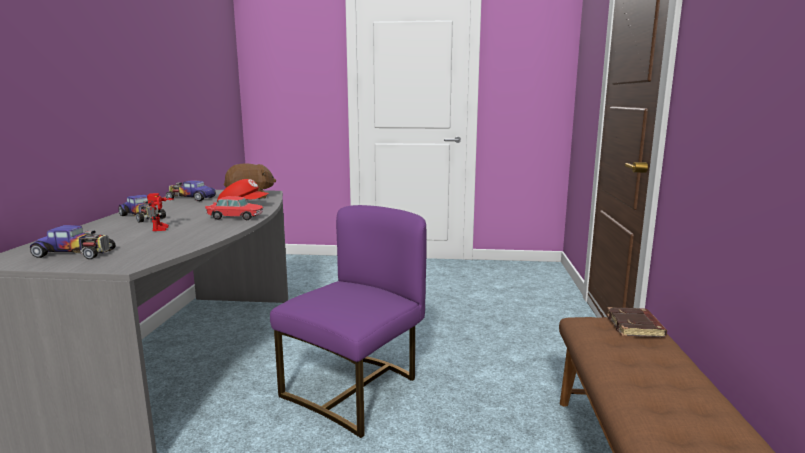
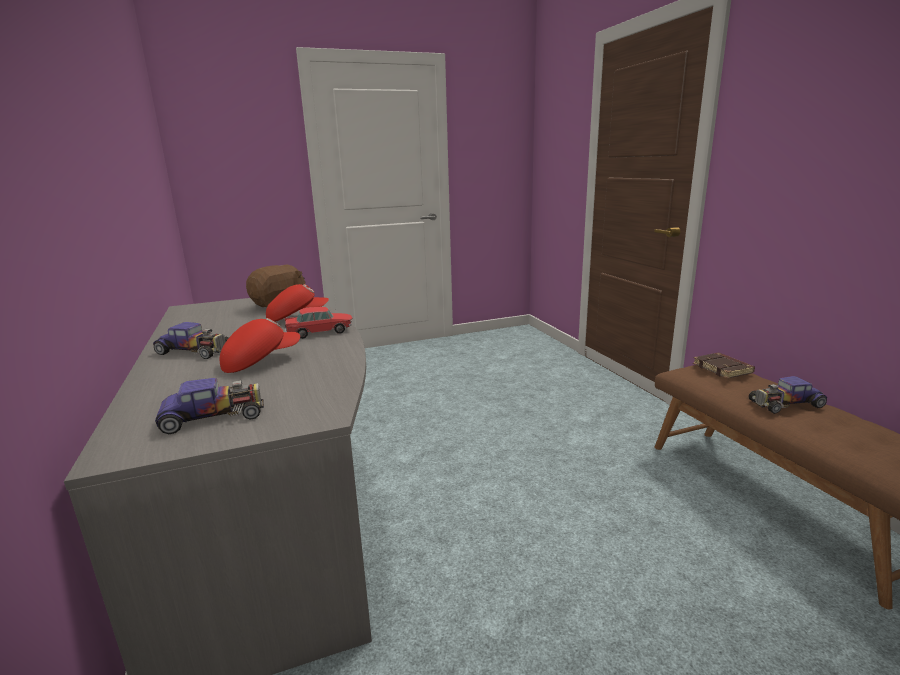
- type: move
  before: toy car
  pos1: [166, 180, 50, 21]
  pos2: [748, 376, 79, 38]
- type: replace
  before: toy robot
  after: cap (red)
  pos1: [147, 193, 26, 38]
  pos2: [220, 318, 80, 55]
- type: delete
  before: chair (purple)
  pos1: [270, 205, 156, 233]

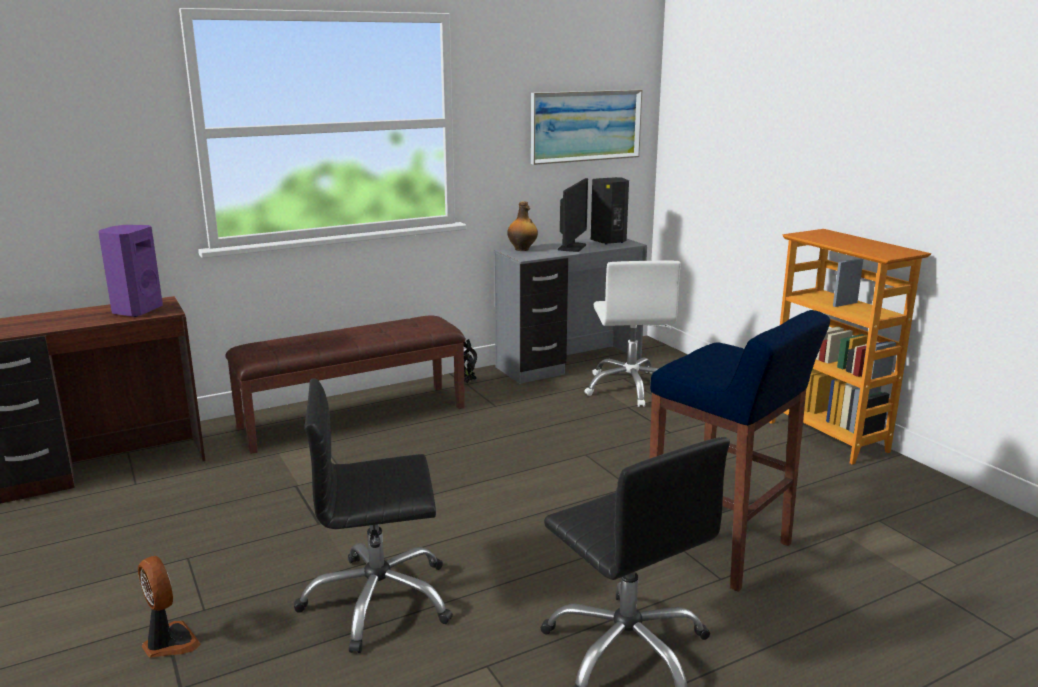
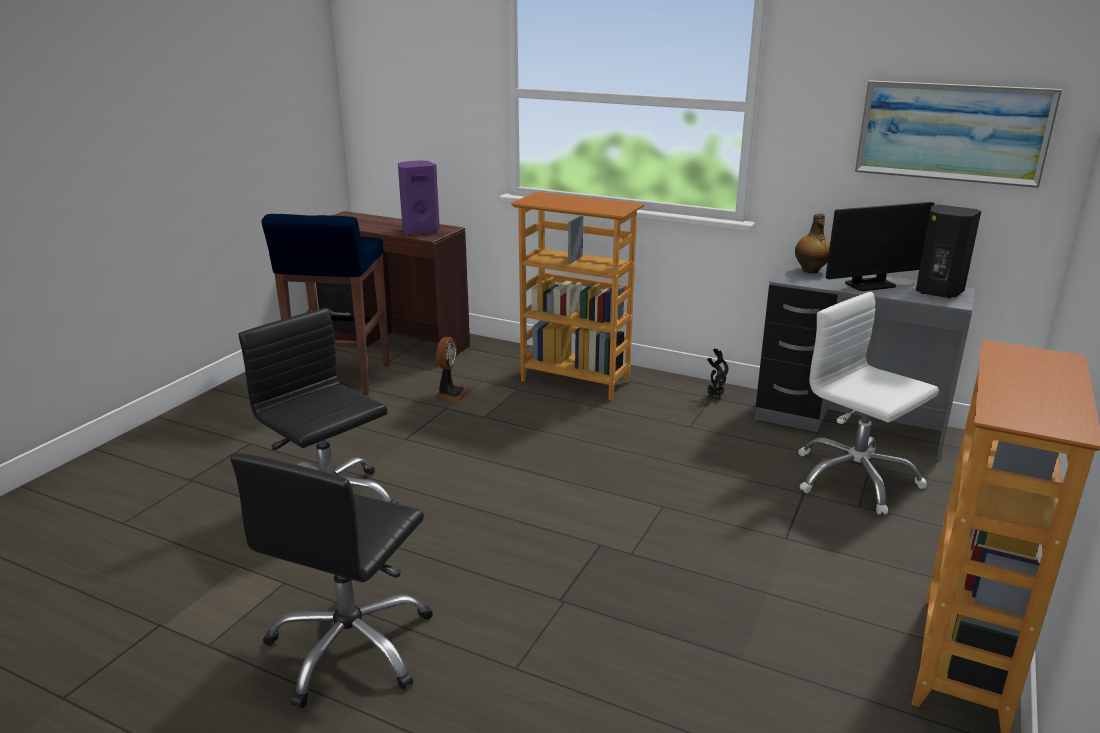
- type: rotate
  before: office chair (white)
  pos1: [585, 261, 96, 146]
  pos2: [798, 292, 141, 222]
  turn: 90
- type: move
  before: stool (blue)
  pos1: [649, 310, 181, 282]
  pos2: [261, 214, 129, 181]
- type: replace
  before: bench (brown)
  after: bookcase
  pos1: [225, 315, 240, 139]
  pos2: [511, 192, 134, 209]
- type: move
  before: fan
  pos1: [138, 556, 63, 102]
  pos2: [435, 337, 34, 65]

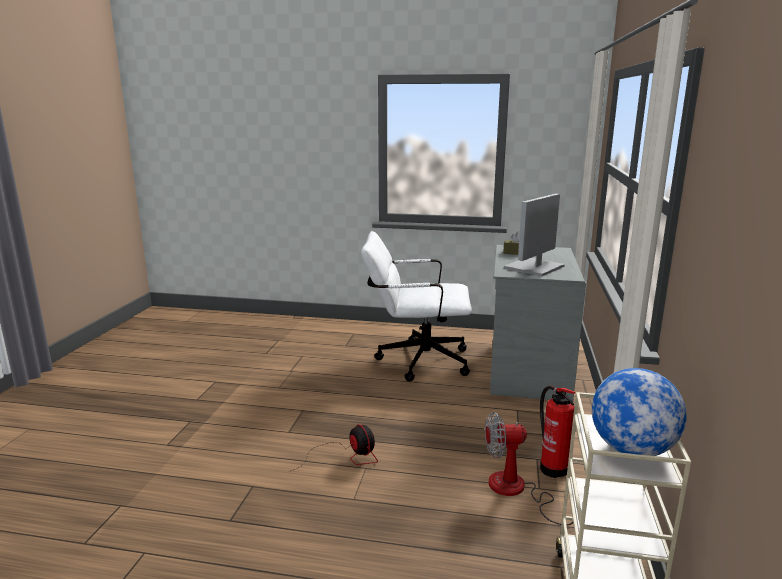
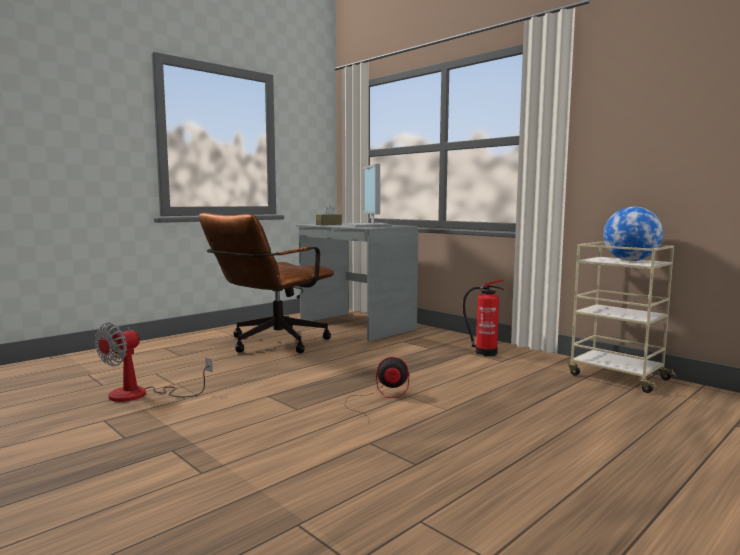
- type: recolor
  before: office chair (white)
  after: office chair (brown)
  pos1: [361, 231, 111, 151]
  pos2: [199, 213, 135, 140]
- type: move
  before: fan
  pos1: [485, 412, 88, 114]
  pos2: [95, 322, 117, 80]

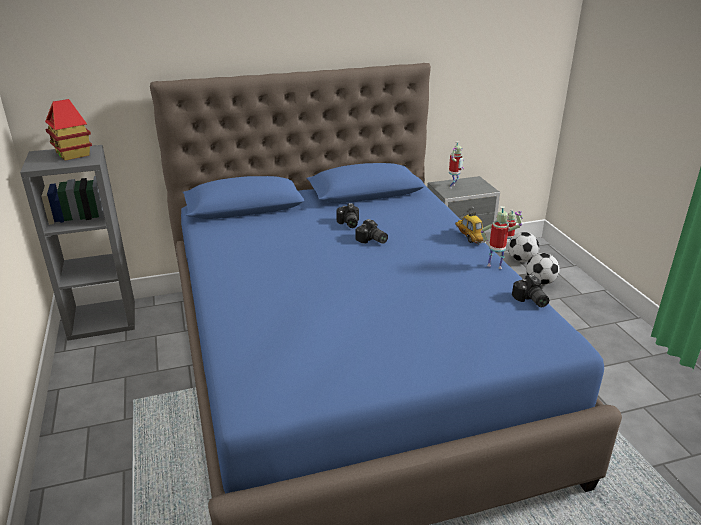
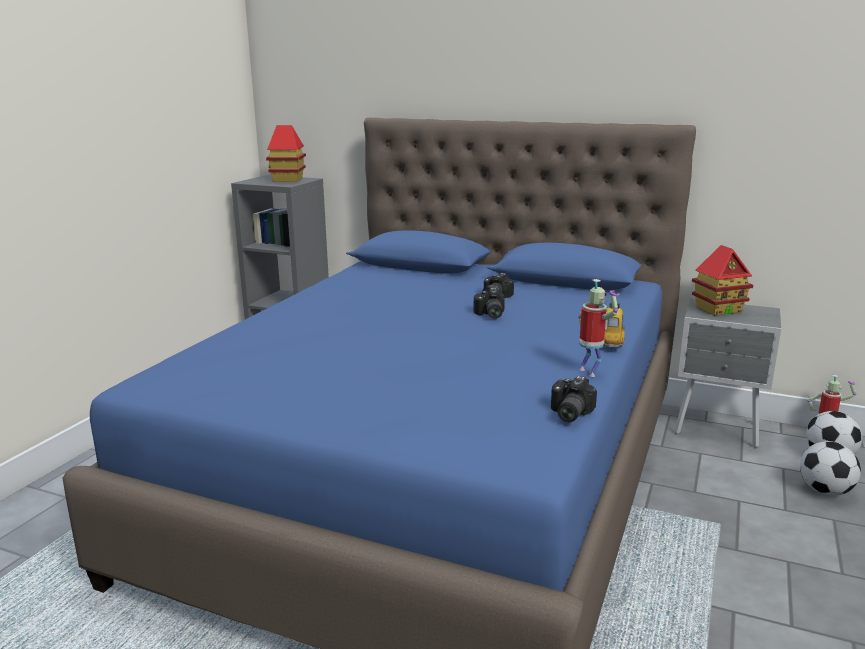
- type: replace
  before: toy robot
  after: toy house
  pos1: [449, 141, 15, 47]
  pos2: [692, 245, 61, 70]

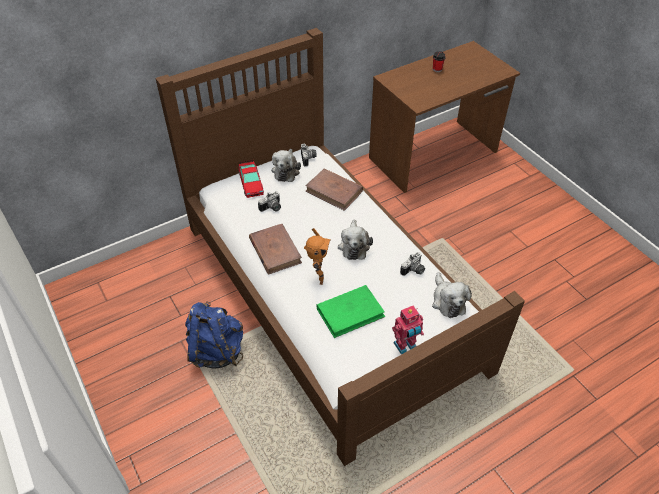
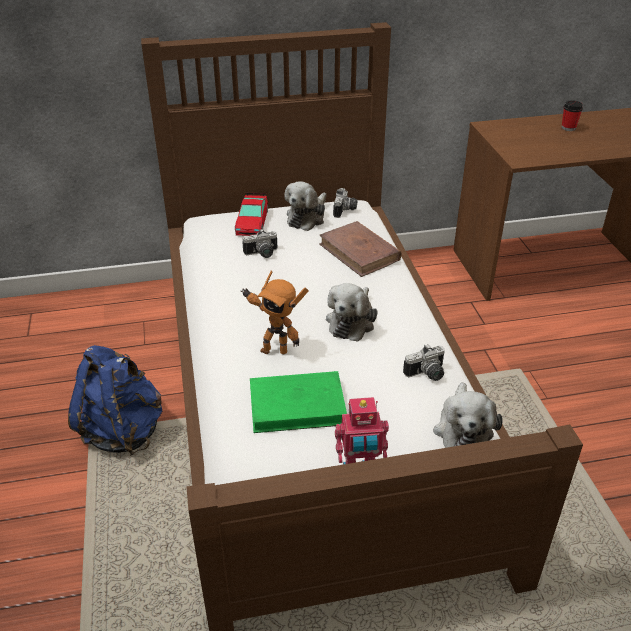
- type: delete
  before: book (brown)
  pos1: [249, 224, 53, 51]
- type: rotate
  before: toy robot
  pos1: [304, 228, 27, 57]
  pos2: [240, 270, 69, 85]
  turn: 90

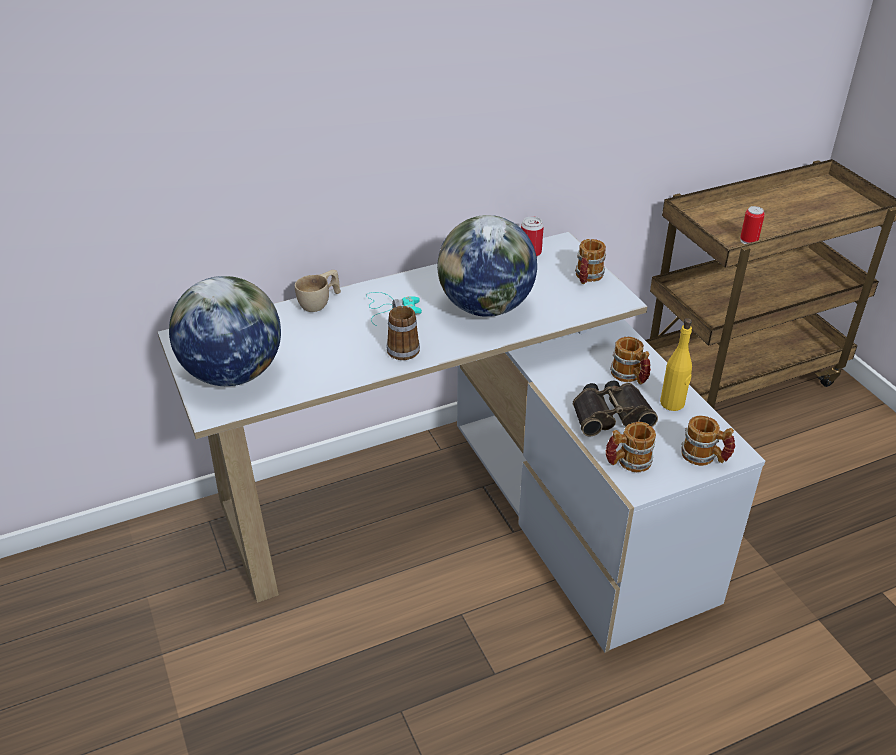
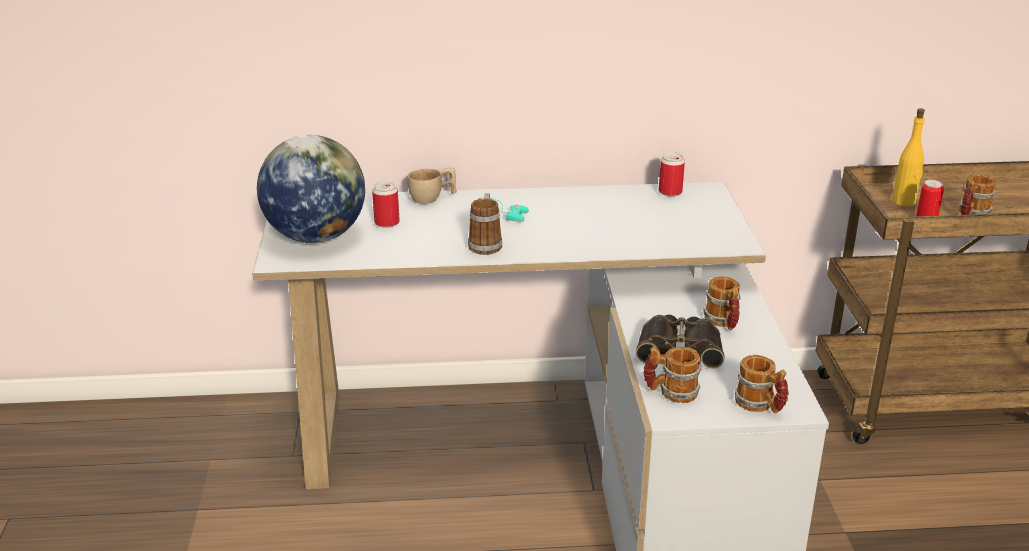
- type: delete
  before: globe
  pos1: [437, 215, 100, 102]
- type: move
  before: mug
  pos1: [575, 239, 31, 45]
  pos2: [958, 174, 38, 41]
- type: move
  before: bottle (yellow)
  pos1: [660, 318, 32, 93]
  pos2: [892, 108, 33, 98]
- type: insert
  after: can
  pos2: [372, 181, 28, 47]

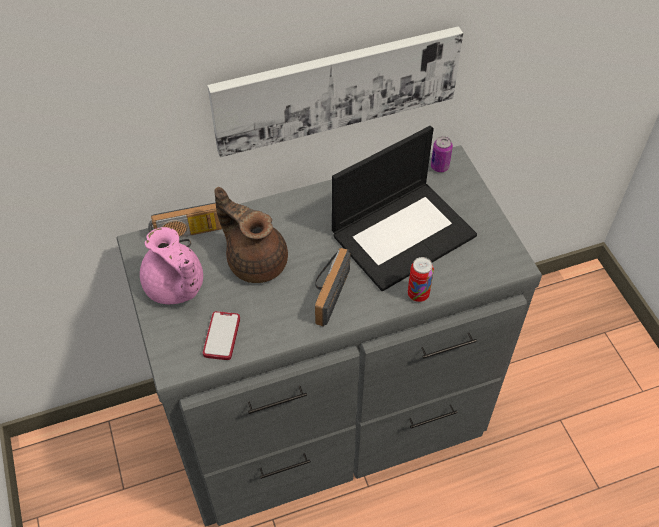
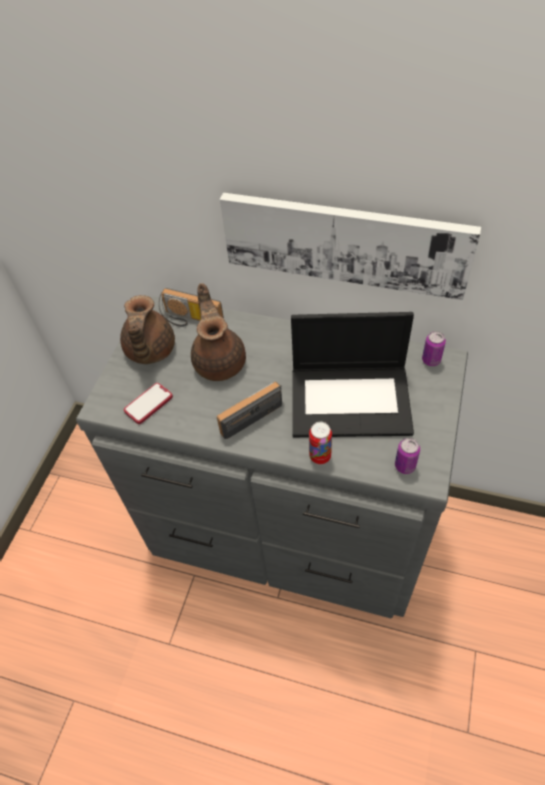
- type: recolor
  before: teapot (pink)
  after: teapot (brown)
  pos1: [140, 227, 63, 77]
  pos2: [120, 295, 55, 69]
- type: insert
  after: can
  pos2: [395, 438, 25, 36]

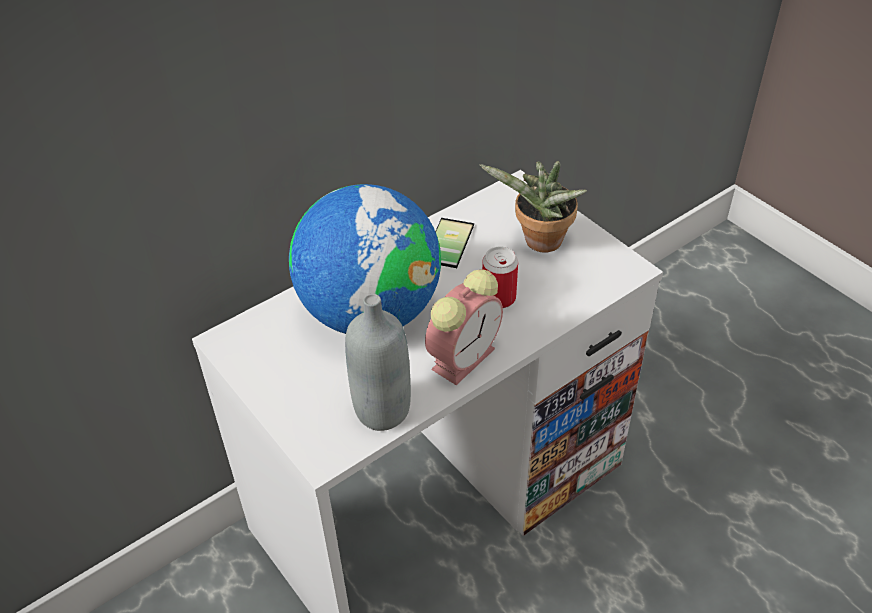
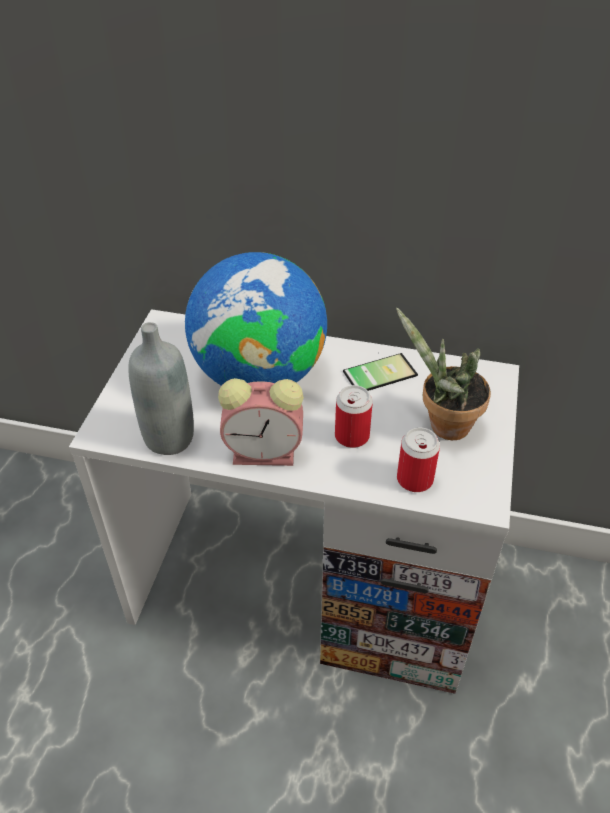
- type: insert
  after: can
  pos2: [397, 427, 43, 65]

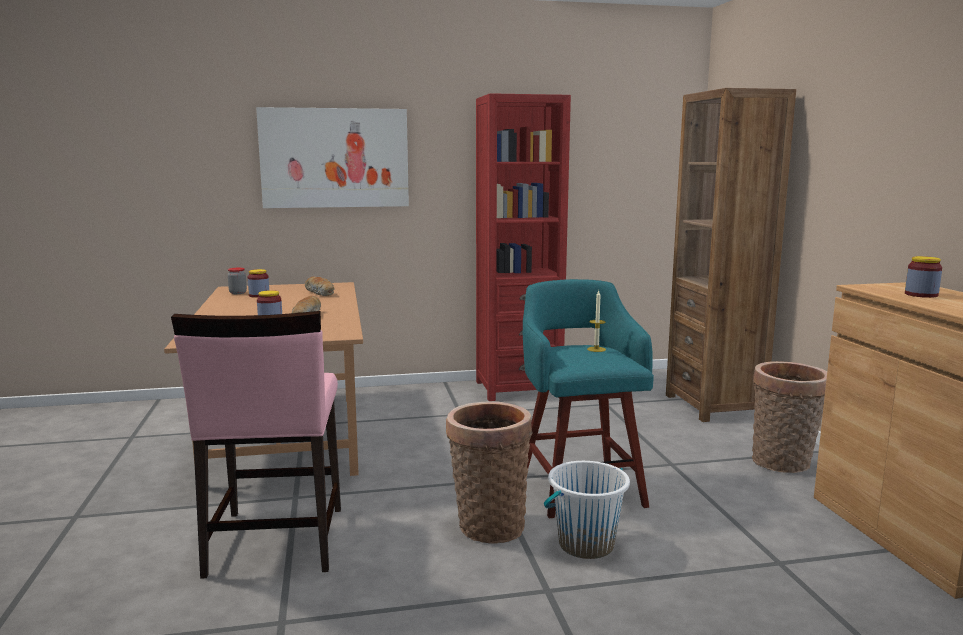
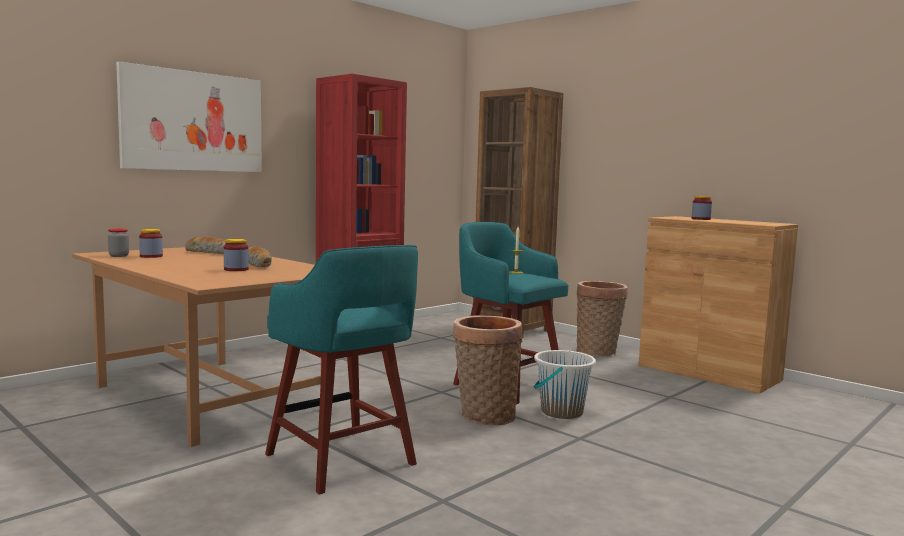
- type: replace
  before: chair (pink)
  after: stool (turquoise)
  pos1: [171, 311, 170, 268]
  pos2: [265, 245, 153, 250]

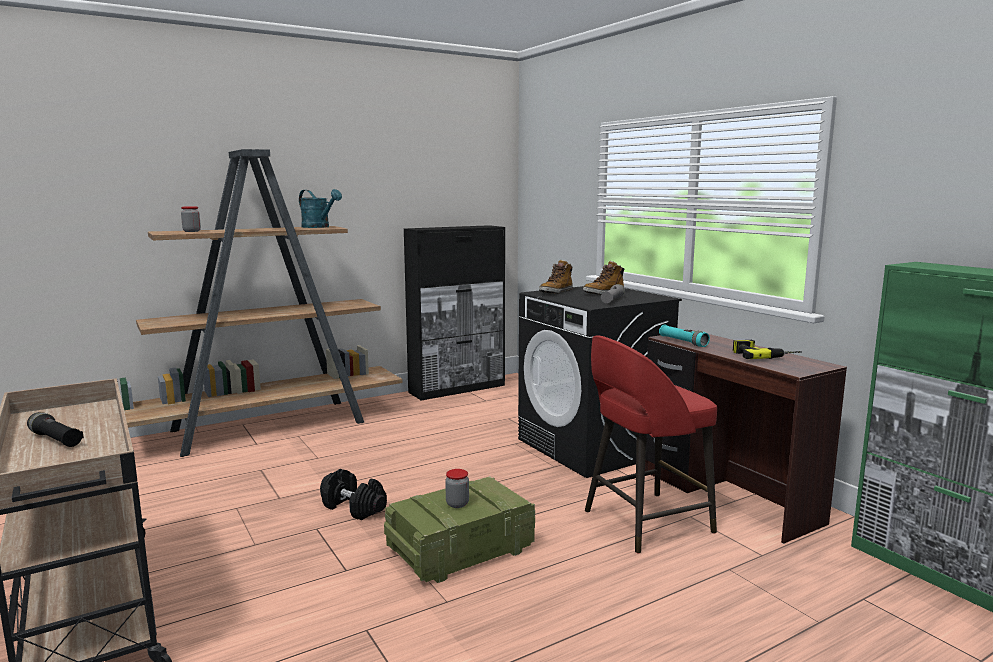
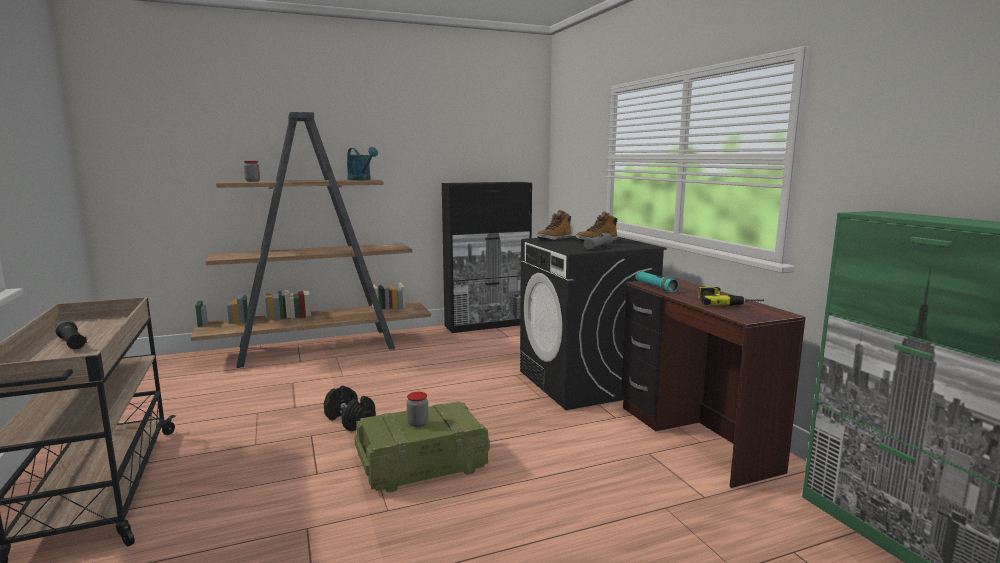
- type: delete
  before: stool (red)
  pos1: [585, 335, 132, 219]

